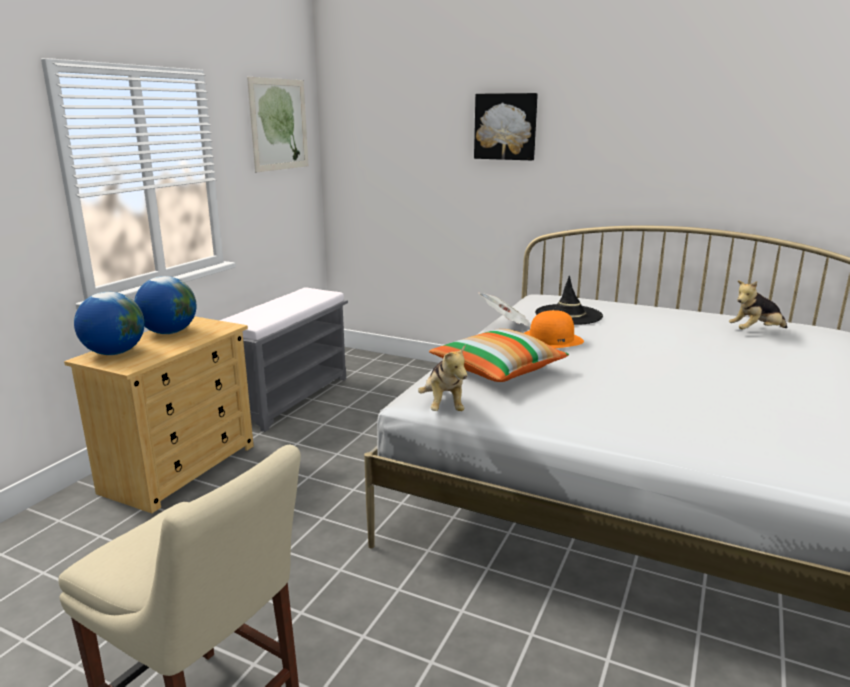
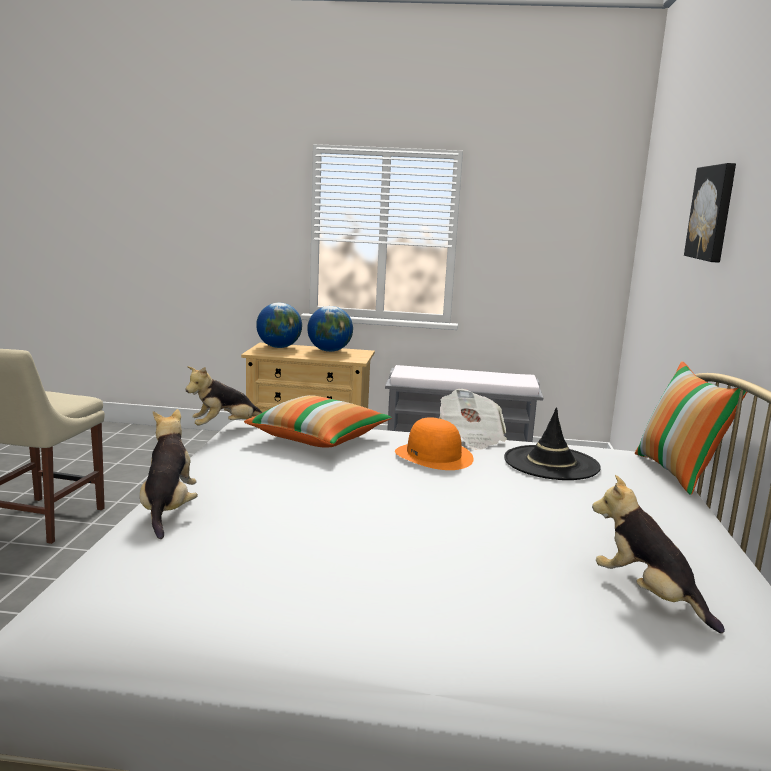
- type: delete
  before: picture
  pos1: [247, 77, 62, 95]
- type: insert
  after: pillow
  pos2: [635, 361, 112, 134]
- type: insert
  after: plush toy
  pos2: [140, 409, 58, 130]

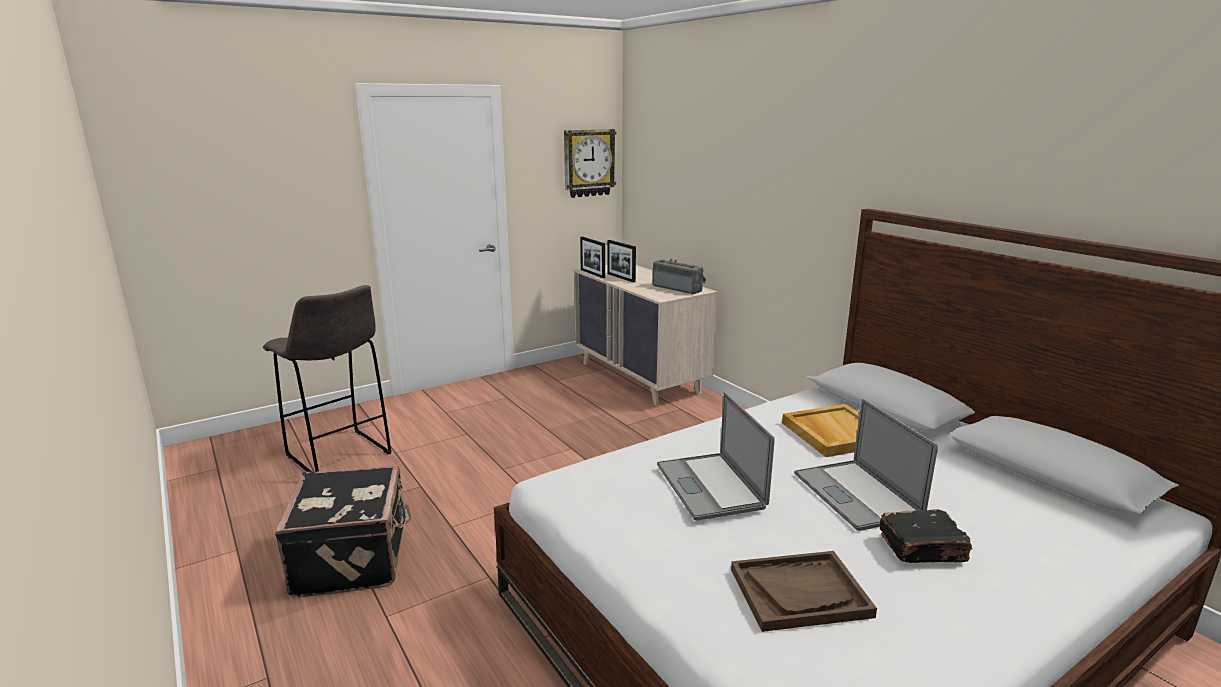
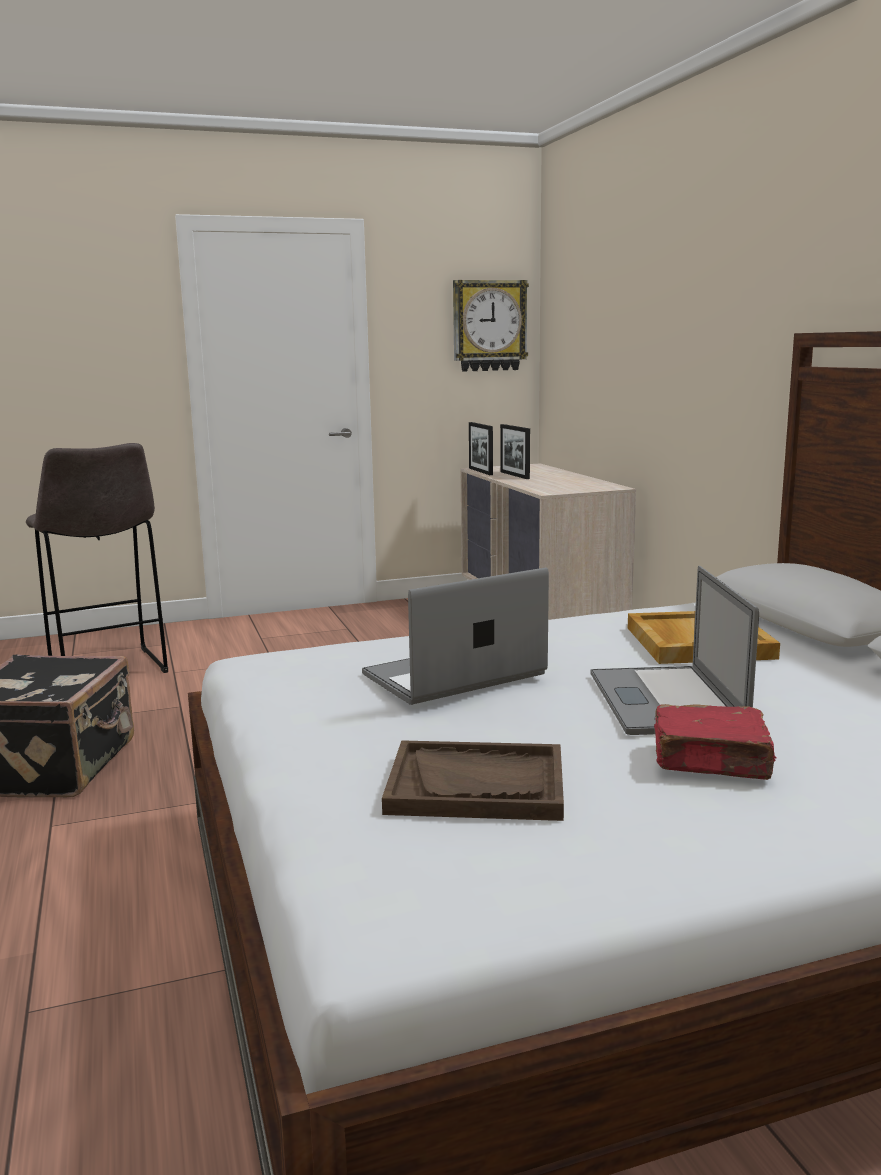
- type: delete
  before: radio
  pos1: [653, 259, 53, 35]
- type: rotate
  before: laptop
  pos1: [657, 392, 118, 128]
  pos2: [362, 567, 187, 138]
  turn: 60
- type: recolor
  before: book (black)
  after: book (red)
  pos1: [880, 509, 92, 54]
  pos2: [654, 704, 123, 76]

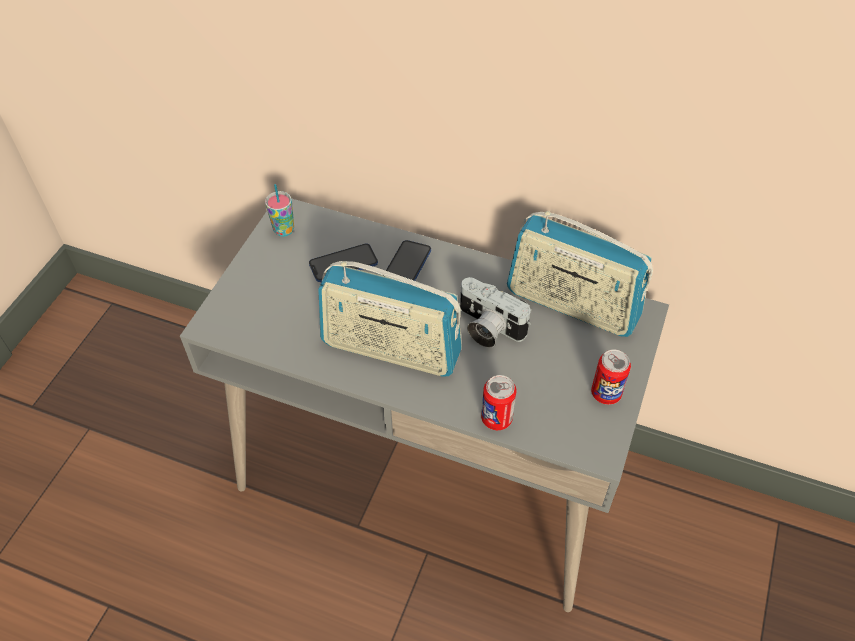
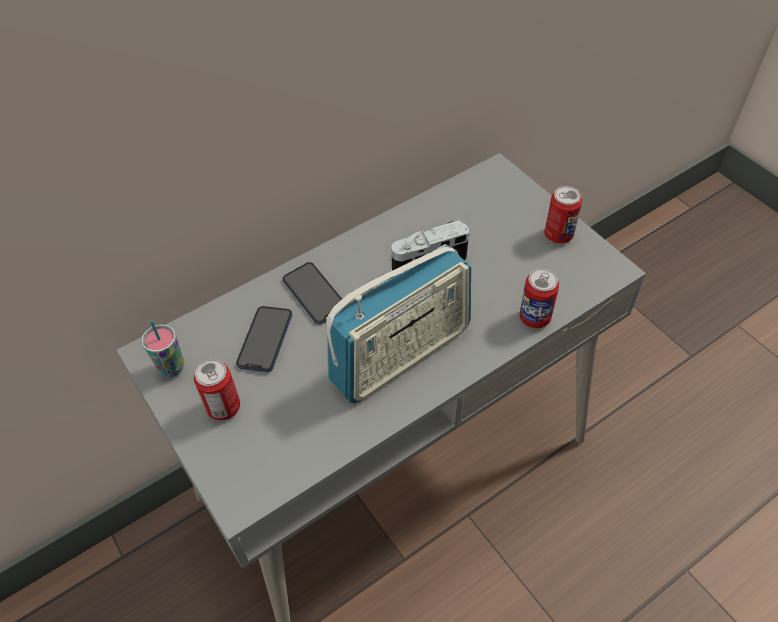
- type: delete
  before: radio
  pos1: [507, 211, 146, 126]
- type: insert
  after: can
  pos2: [194, 359, 46, 62]

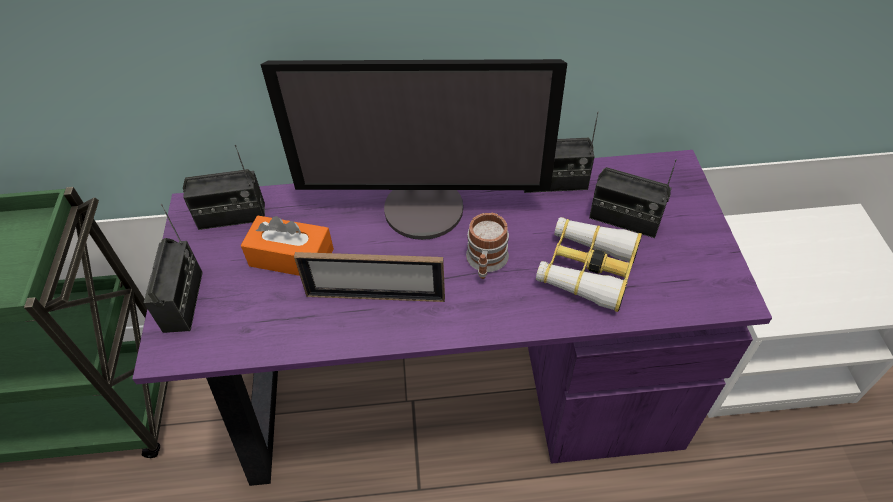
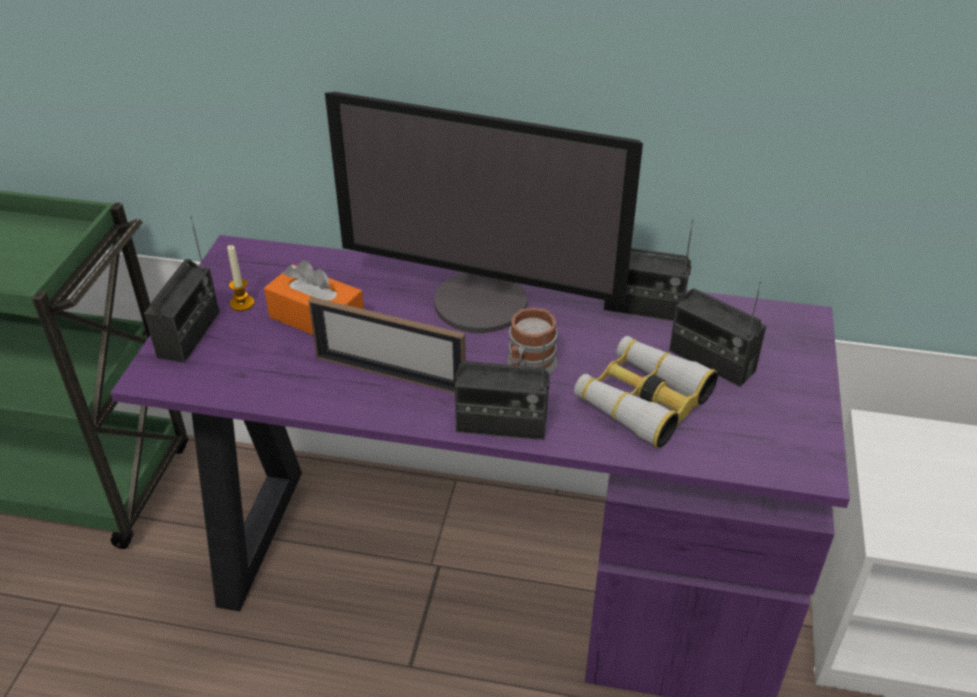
- type: move
  before: radio
  pos1: [183, 145, 82, 85]
  pos2: [455, 333, 95, 107]
- type: insert
  after: candle
  pos2: [227, 245, 27, 66]

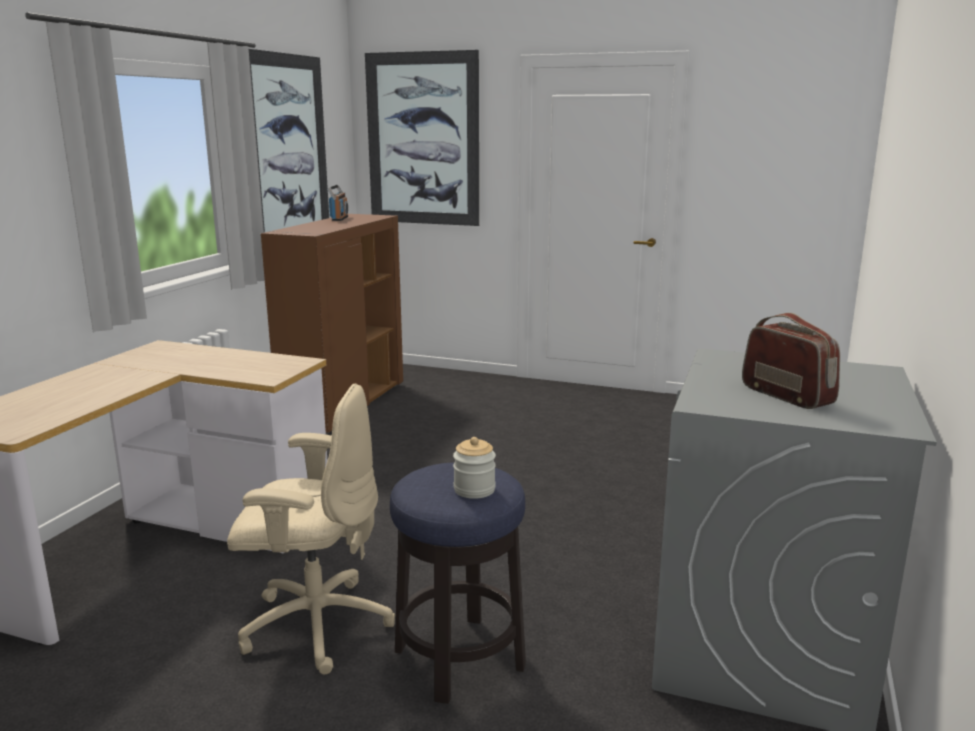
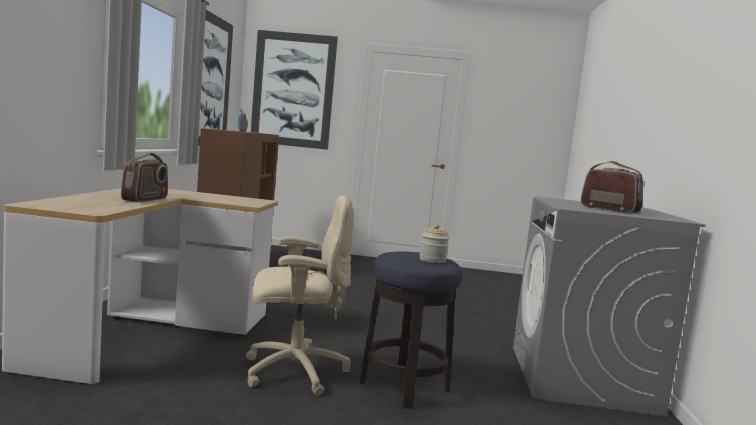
- type: insert
  after: radio
  pos2: [121, 153, 47, 49]

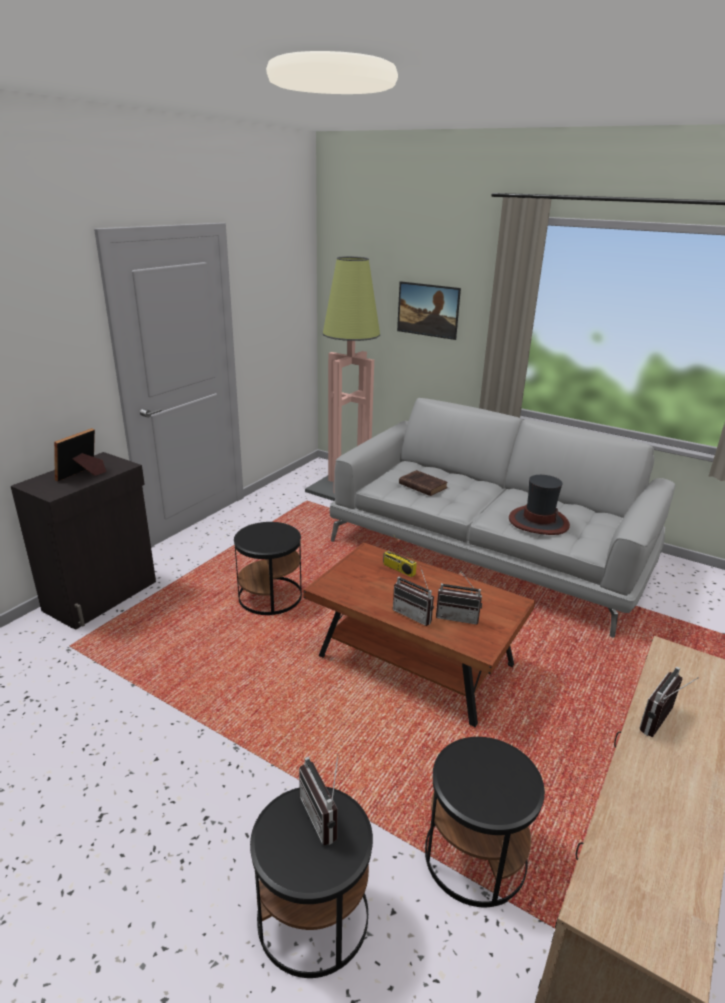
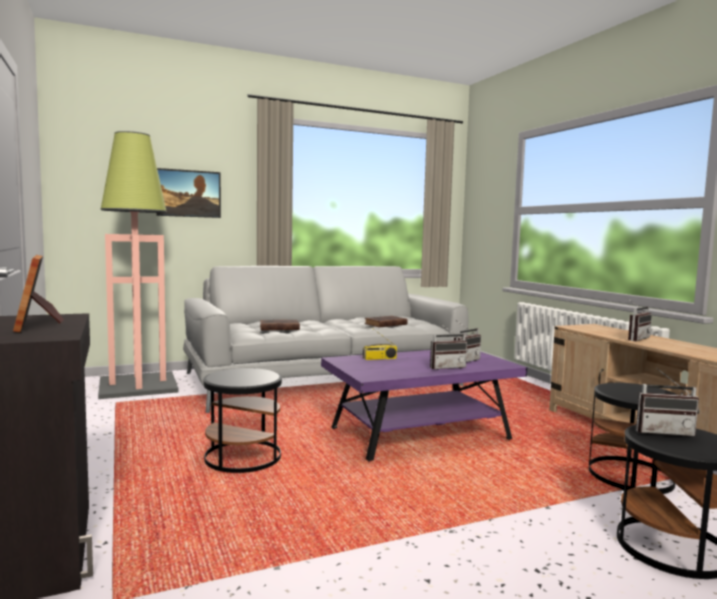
- type: replace
  before: hat
  after: book (brown)
  pos1: [509, 475, 61, 60]
  pos2: [365, 316, 43, 11]
- type: recolor
  before: coffee table (brown)
  after: coffee table (purple)
  pos1: [303, 542, 232, 186]
  pos2: [321, 350, 206, 112]
- type: rotate
  before: radio
  pos1: [639, 667, 60, 70]
  pos2: [628, 299, 24, 42]
  turn: -120

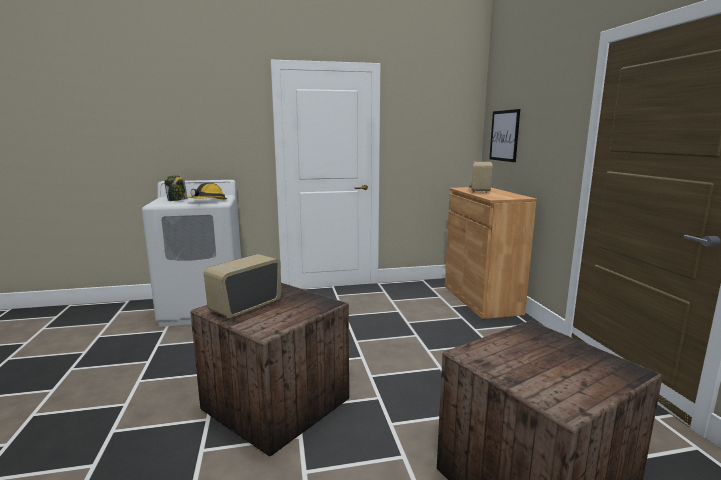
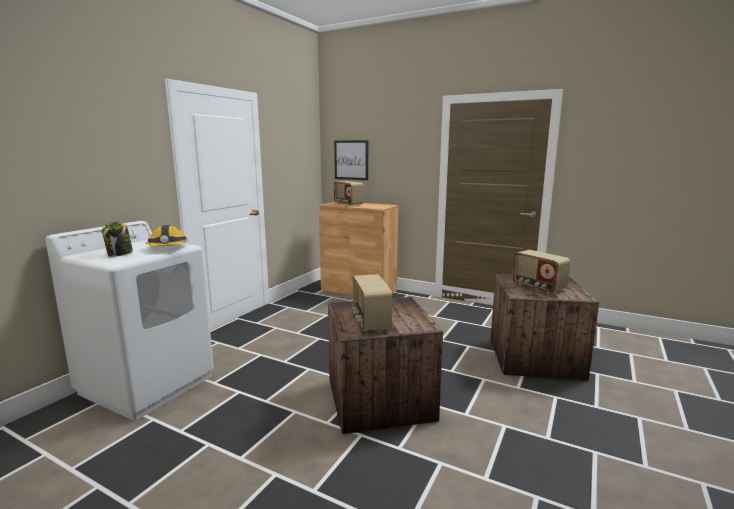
- type: insert
  after: radio
  pos2: [512, 250, 59, 43]

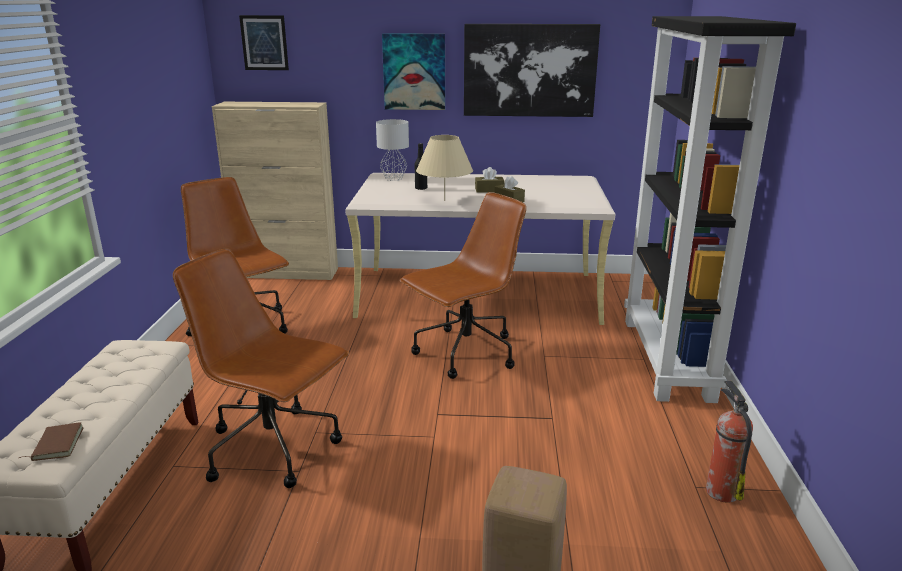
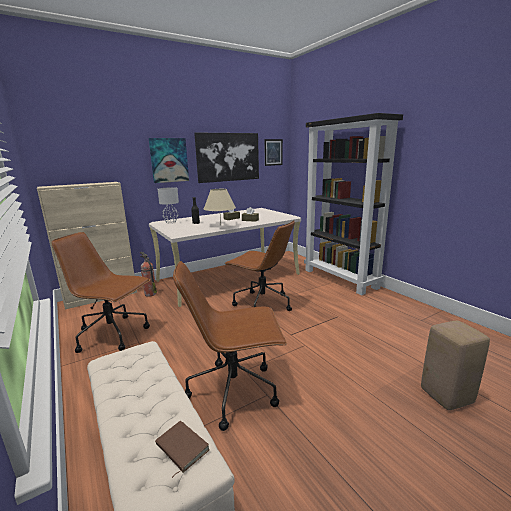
- type: move
  before: picture
  pos1: [239, 15, 50, 55]
  pos2: [264, 139, 19, 27]
- type: rotate
  before: office chair (brown)
  pos1: [400, 192, 126, 187]
  pos2: [225, 220, 70, 91]
  turn: 105
- type: move
  before: fire extinguisher
  pos1: [706, 380, 47, 123]
  pos2: [140, 252, 17, 44]

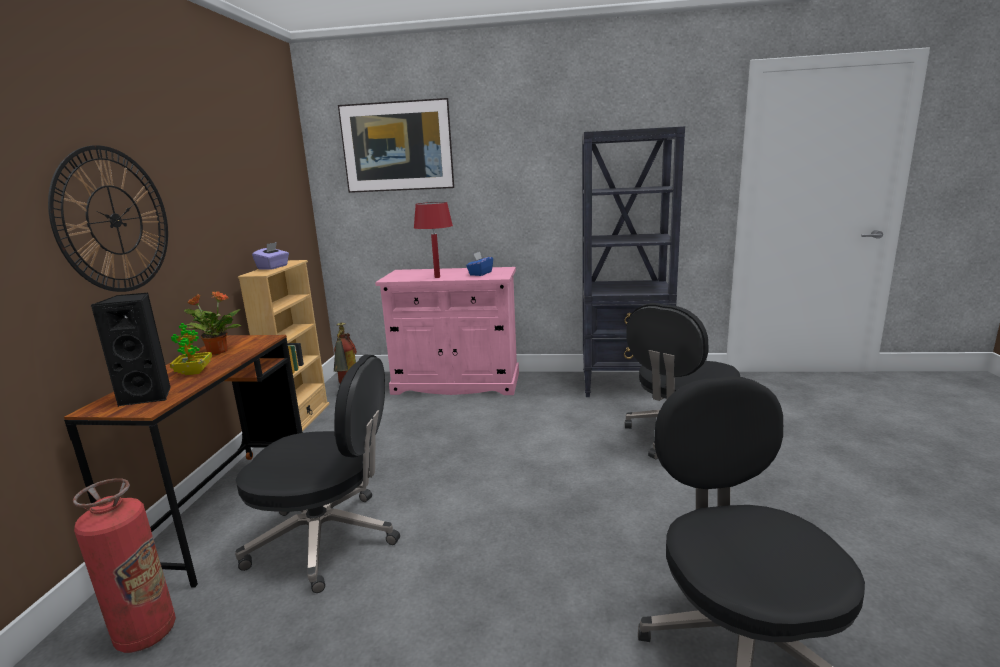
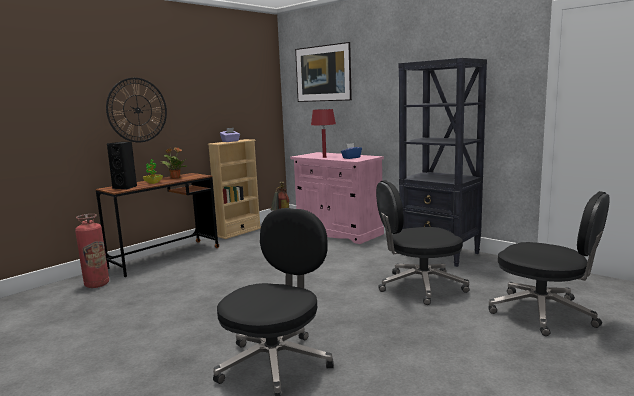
- type: move
  before: office chair (black)
  pos1: [235, 355, 165, 238]
  pos2: [488, 191, 122, 145]

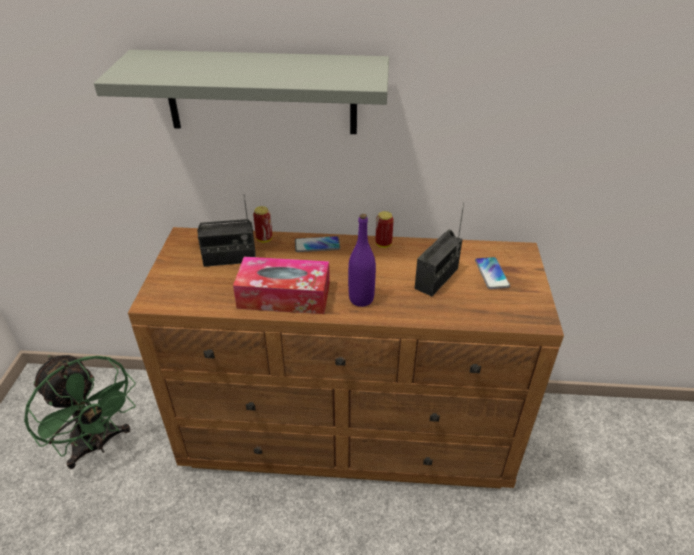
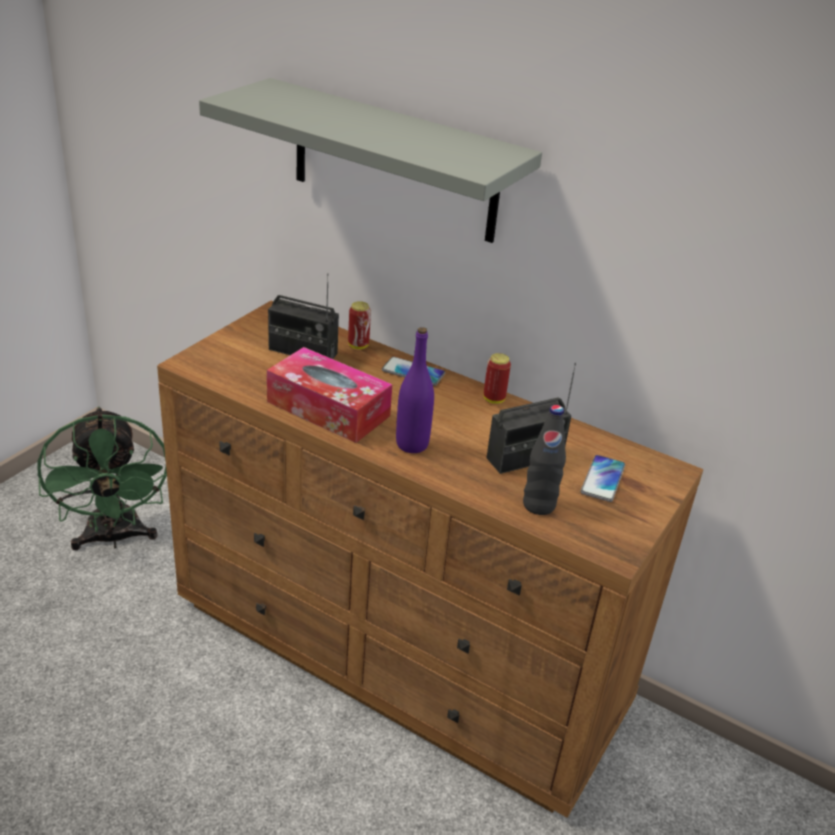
- type: insert
  after: bottle (black)
  pos2: [523, 405, 43, 110]

